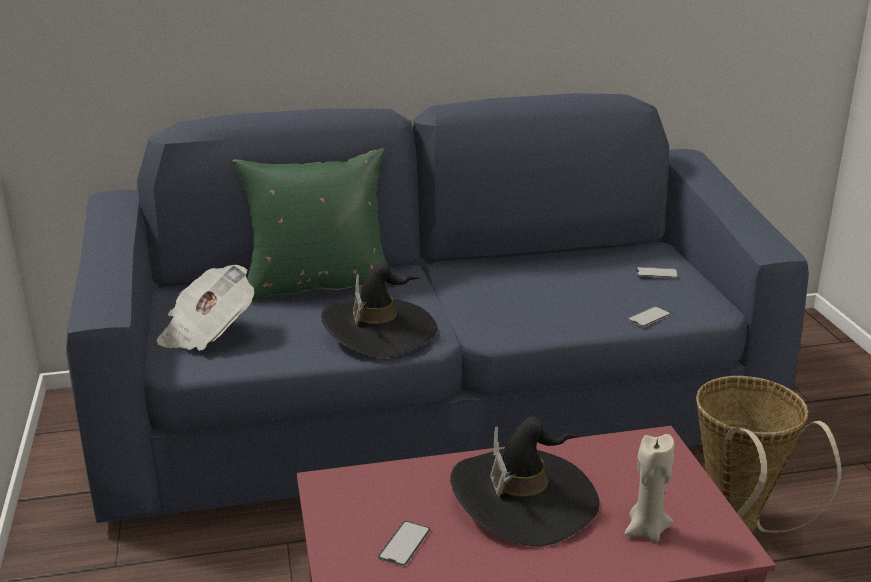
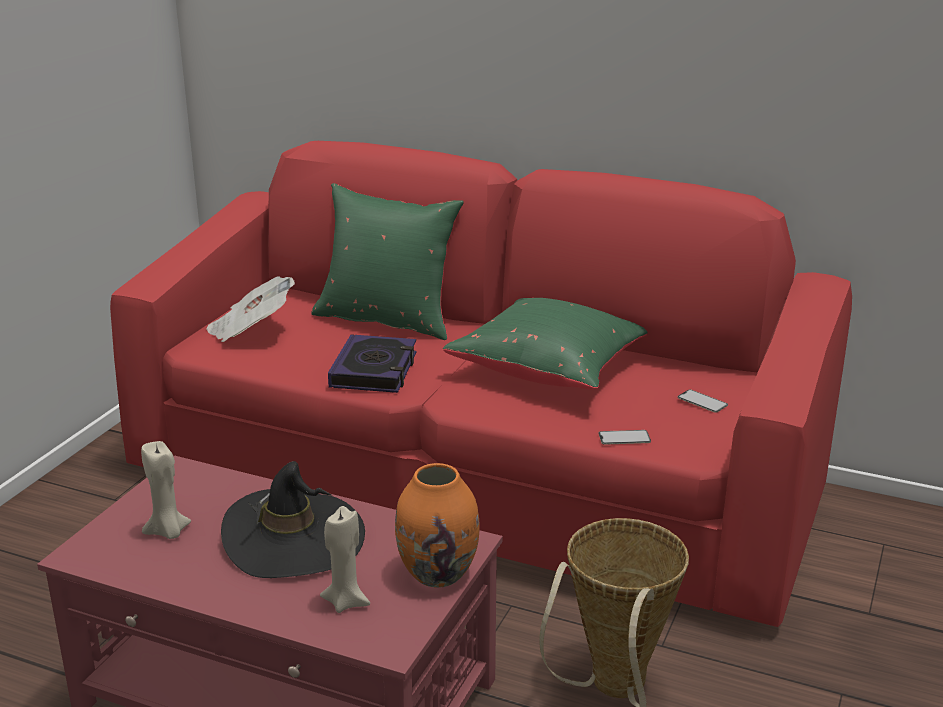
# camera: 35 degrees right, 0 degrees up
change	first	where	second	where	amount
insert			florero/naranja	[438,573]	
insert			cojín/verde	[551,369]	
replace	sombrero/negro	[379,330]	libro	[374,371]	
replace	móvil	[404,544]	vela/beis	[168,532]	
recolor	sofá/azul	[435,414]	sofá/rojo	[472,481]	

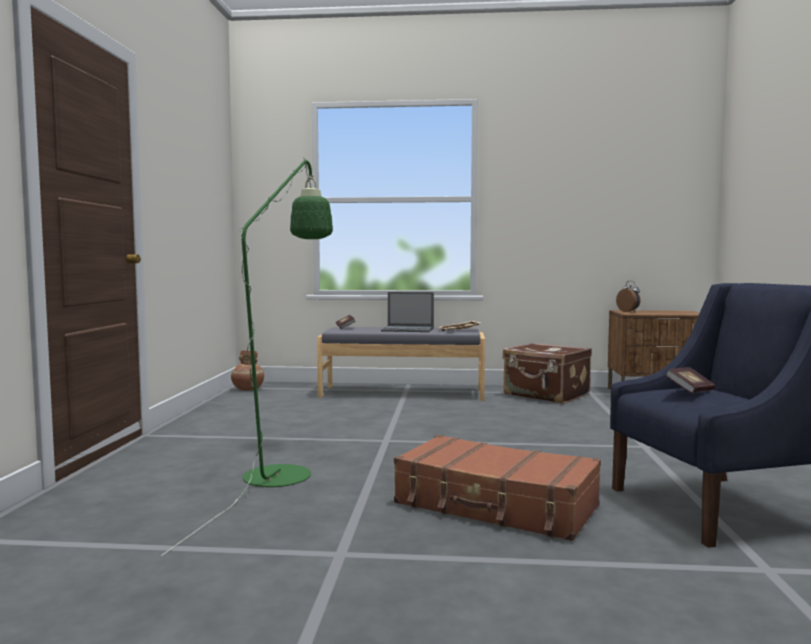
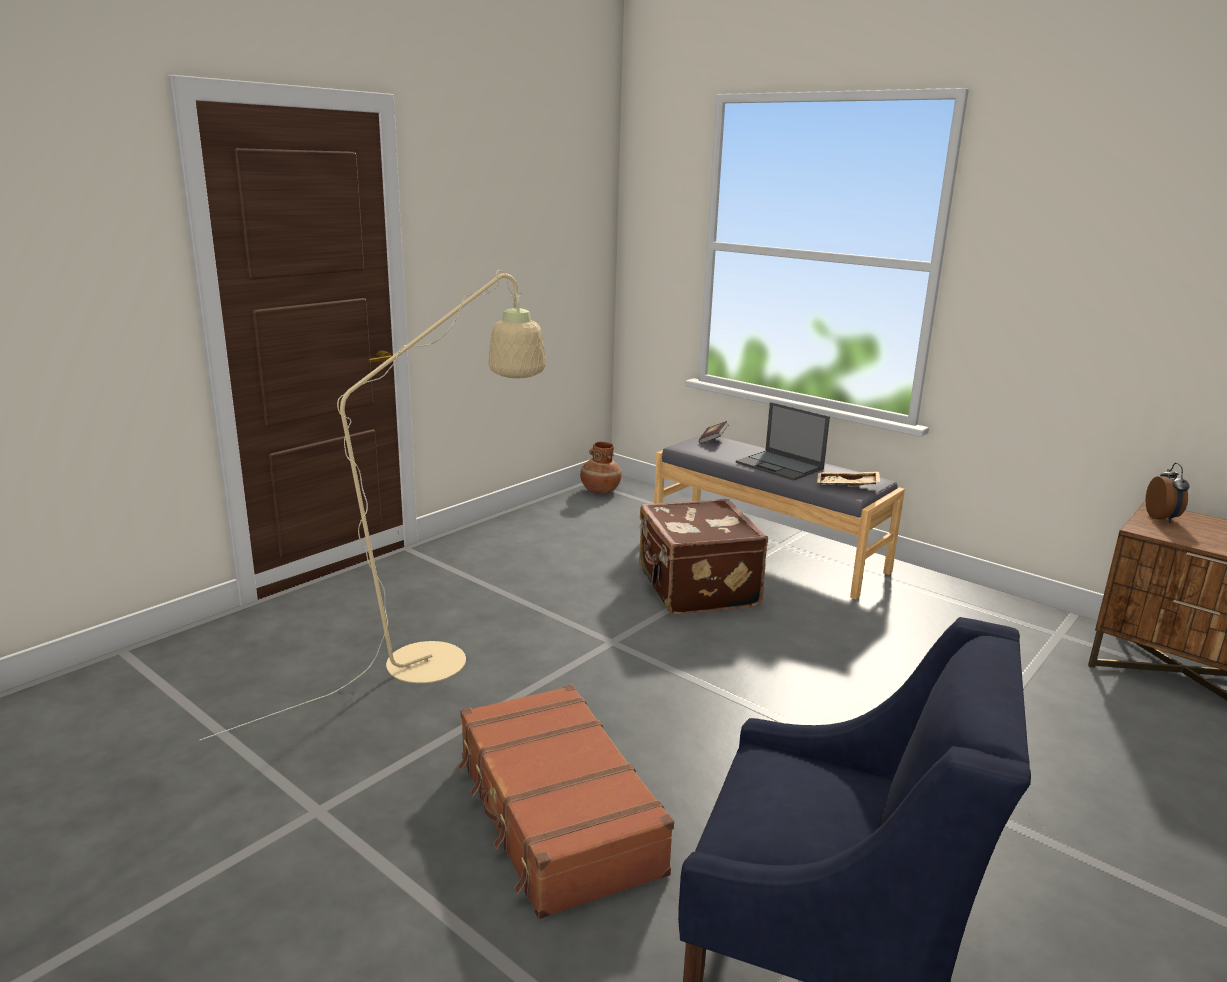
# camera: 35 degrees right, 15 degrees up
change	first	where	second	where	amount
delete	libro	[690,391]			
move	maleta/marrón	[546,395]		[695,589]	
recolor	lámpara de pie/verde	[284,469]	lámpara de pie/beis	[445,655]	

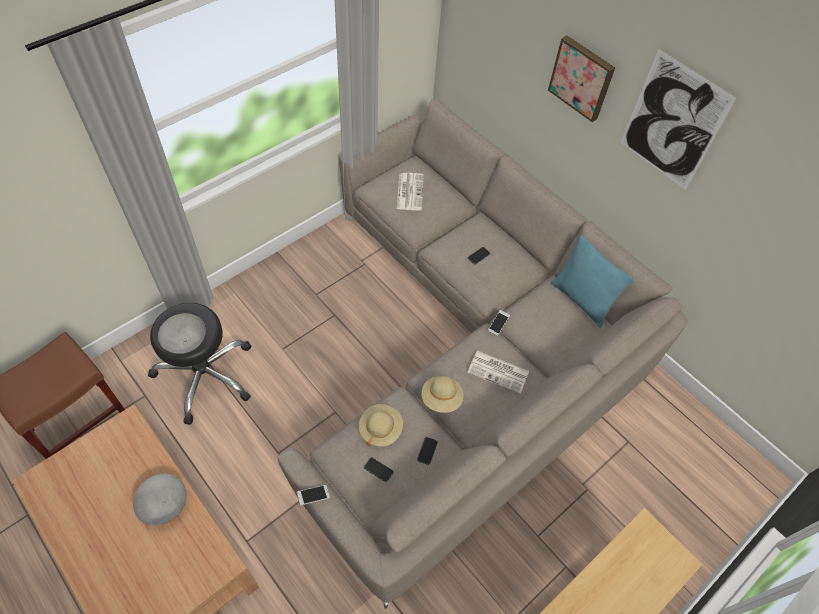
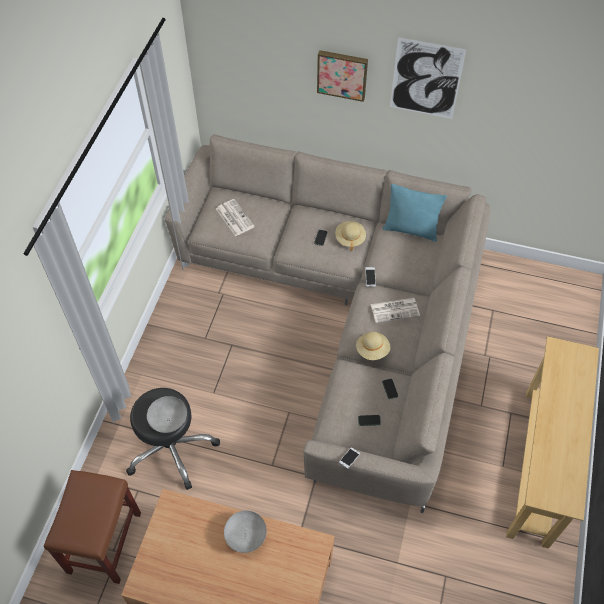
# camera: 30 degrees left, 0 degrees up
change	first	where	second	where	amount
move	sombrero/beis	[380,429]		[350,238]	

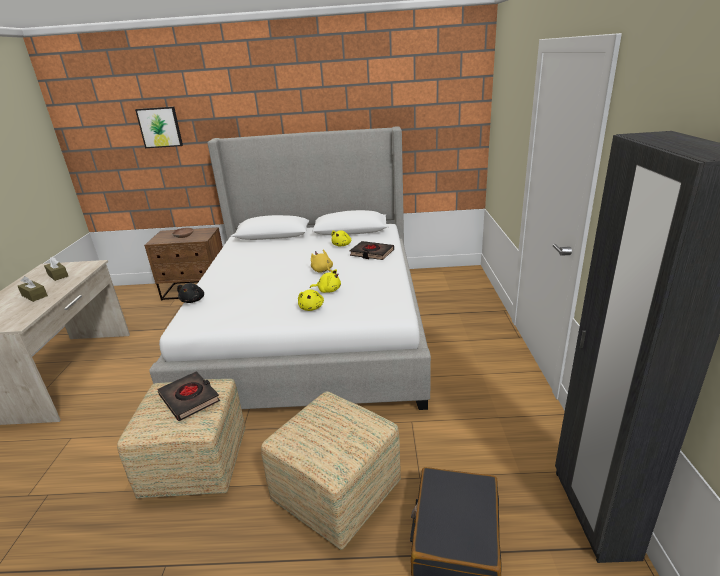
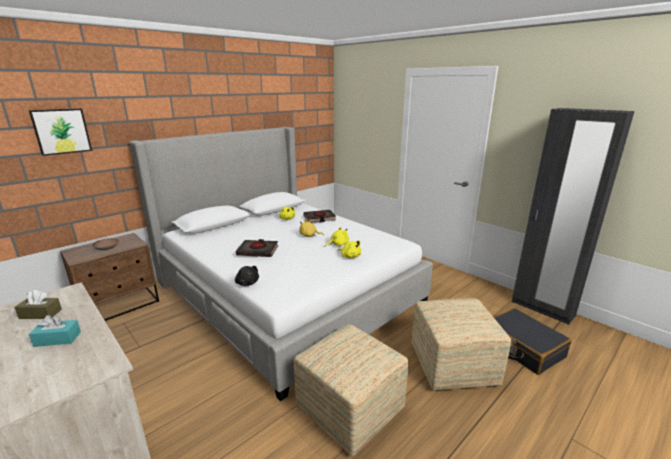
# camera: 45 degrees left, 5 degrees down
change	first	where	second	where	amount
move	libro/negro	[190,398]		[258,251]	
recolor	caja de pañuelos/marrón	[34,296]	caja de pañuelos/turquesa	[57,339]	

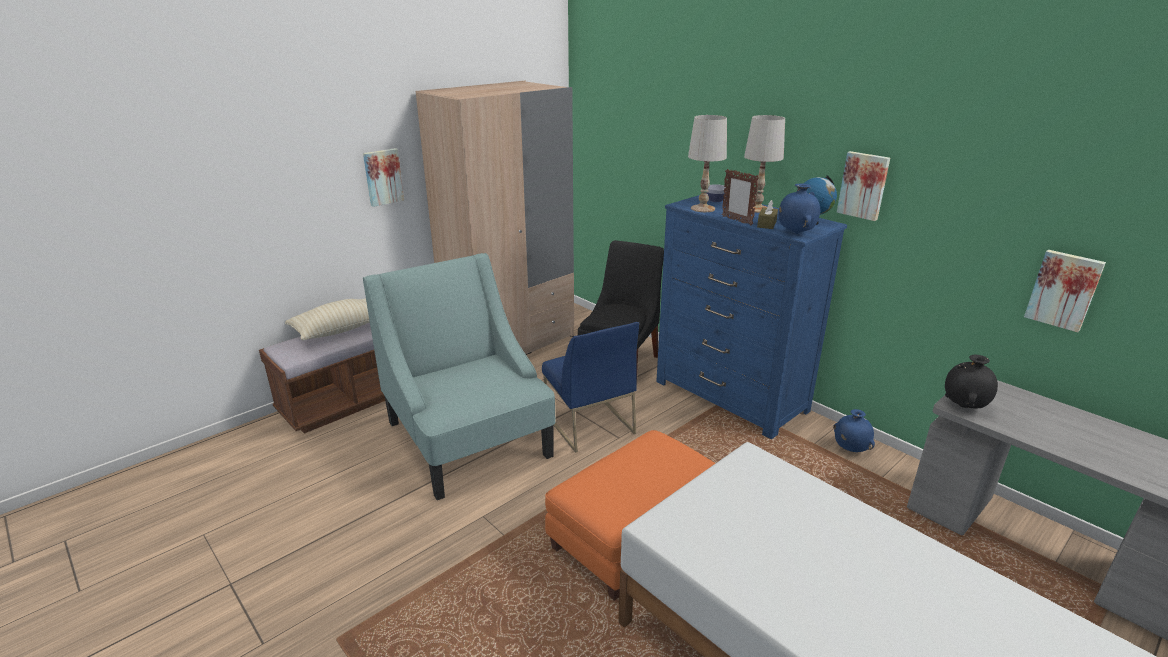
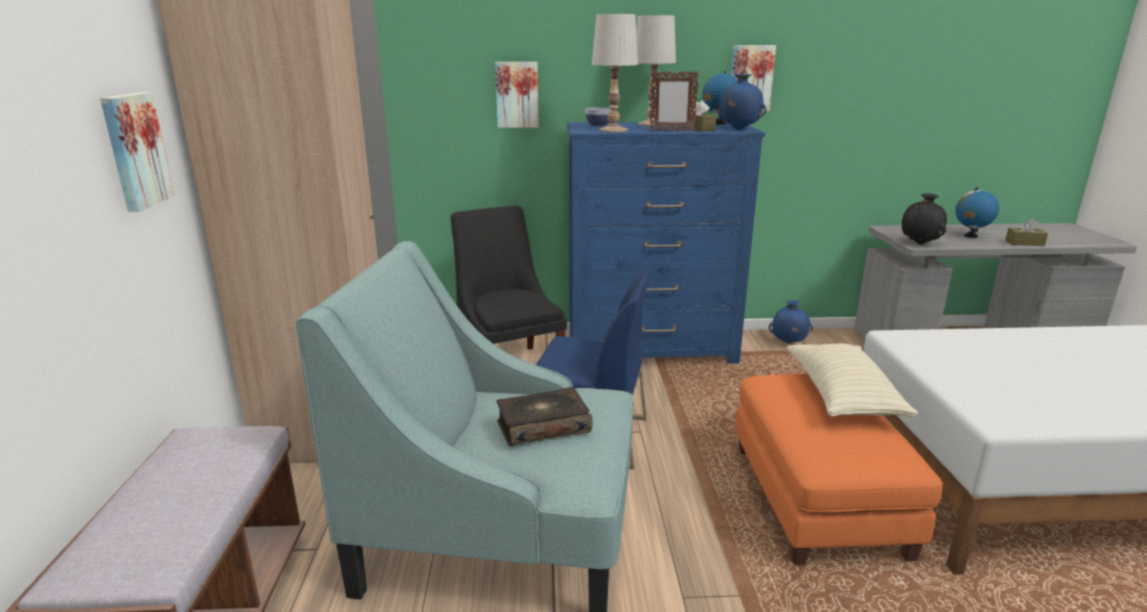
# camera: 50 degrees left, 5 degrees down
change	first	where	second	where	amount
insert			libro	[543,427]	
insert			globo terráqueo	[970,236]	
insert			caja de pañuelos/marrón	[1024,243]	
move	cojín/beis	[340,330]		[842,396]	
move	cuadro	[1064,289]		[517,94]	

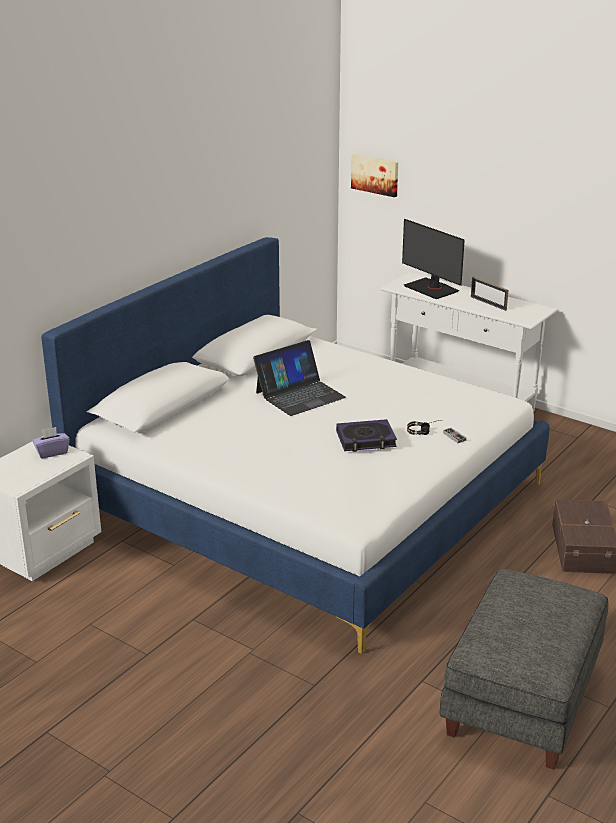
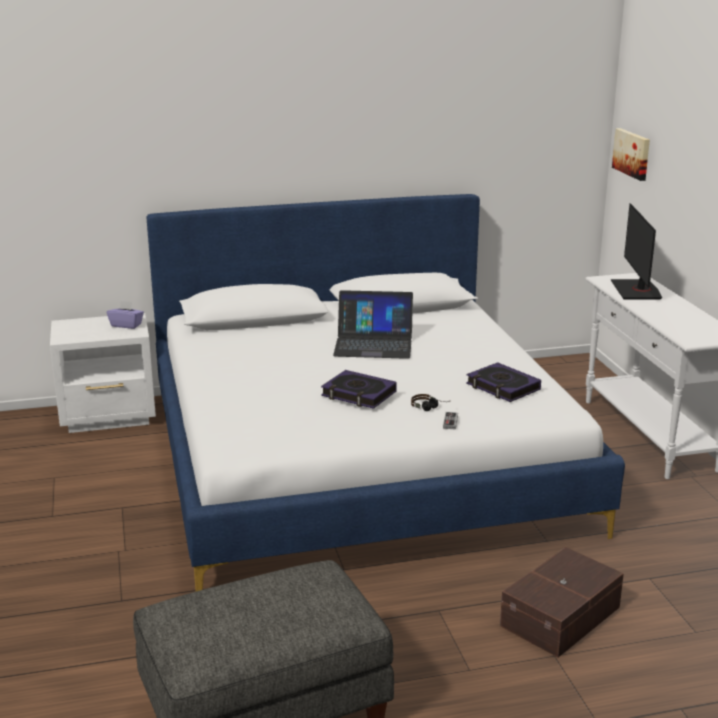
# camera: 40 degrees right, 5 degrees down
change	first	where	second	where	amount
delete	portarretratos	[488,303]			
insert			libro	[502,387]	

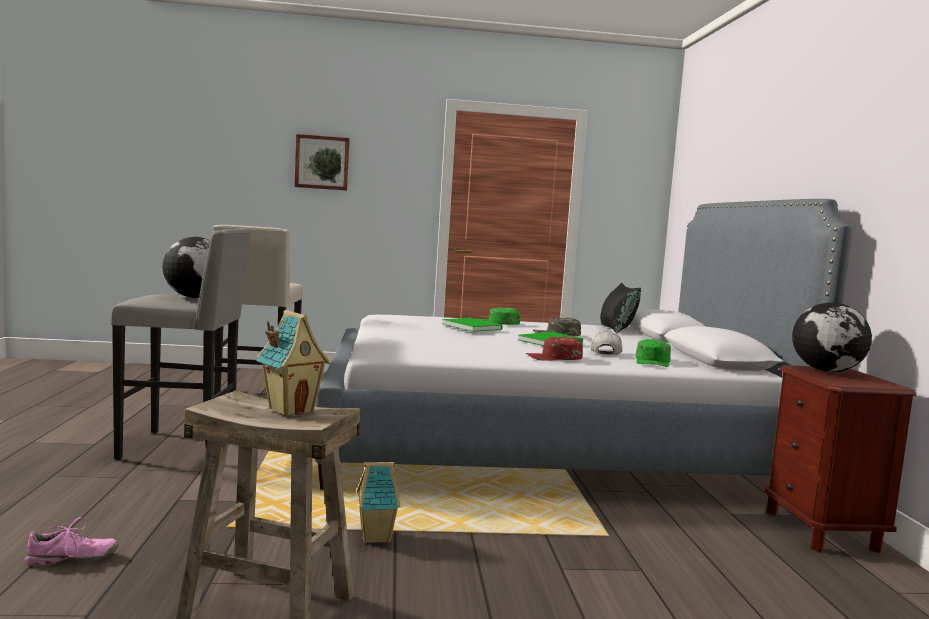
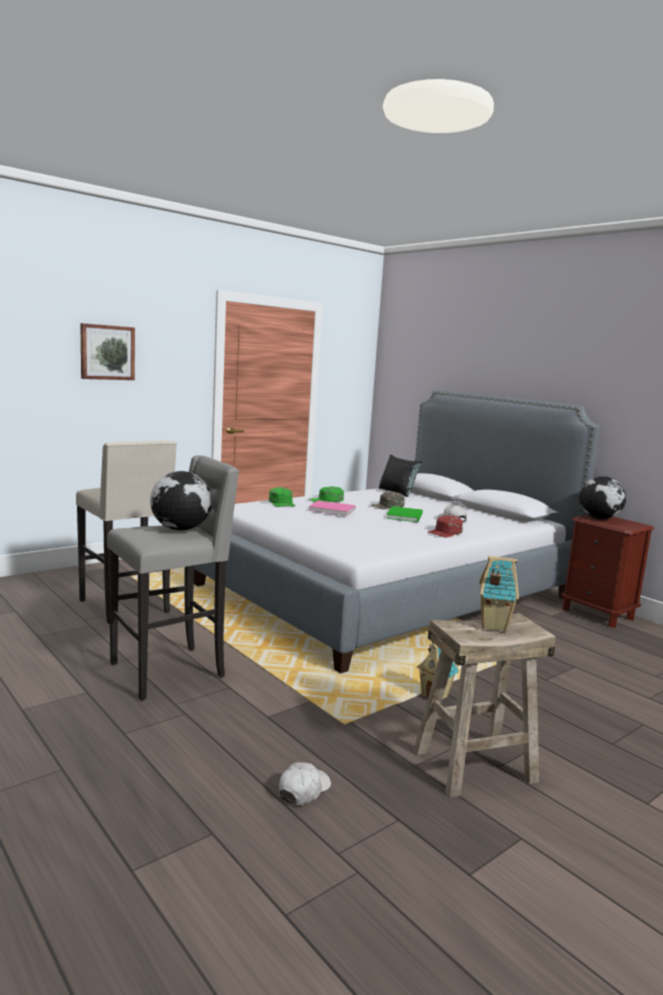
# camera: 35 degrees left, 5 degrees up
change	first	where	second	where	amount
move	gorra/verde	[653,361]		[282,503]	
replace	zapato/rosa	[72,559]	gorra/blanco	[303,790]	
recolor	libro/verde	[471,326]	libro/rosa	[331,509]	

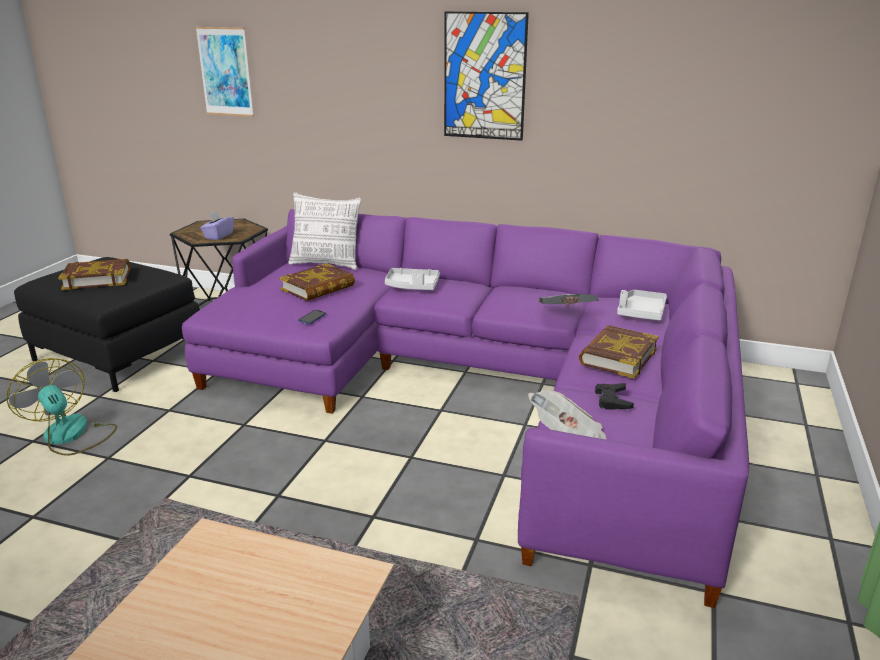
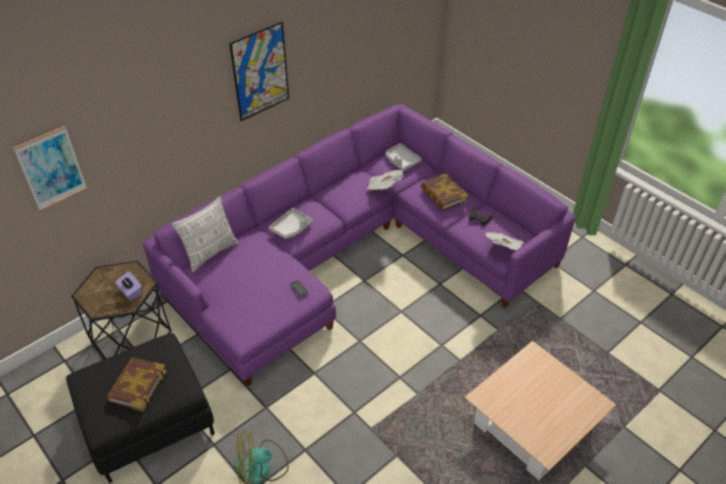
# camera: 60 degrees left, 20 degrees up
change	first	where	second	where	amount
delete	libro	[318,288]			

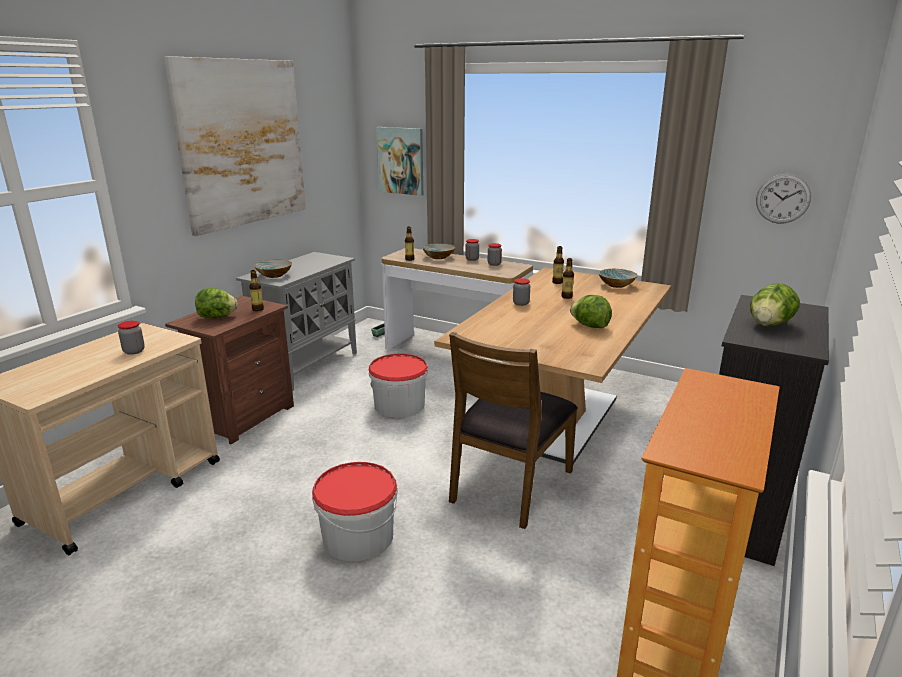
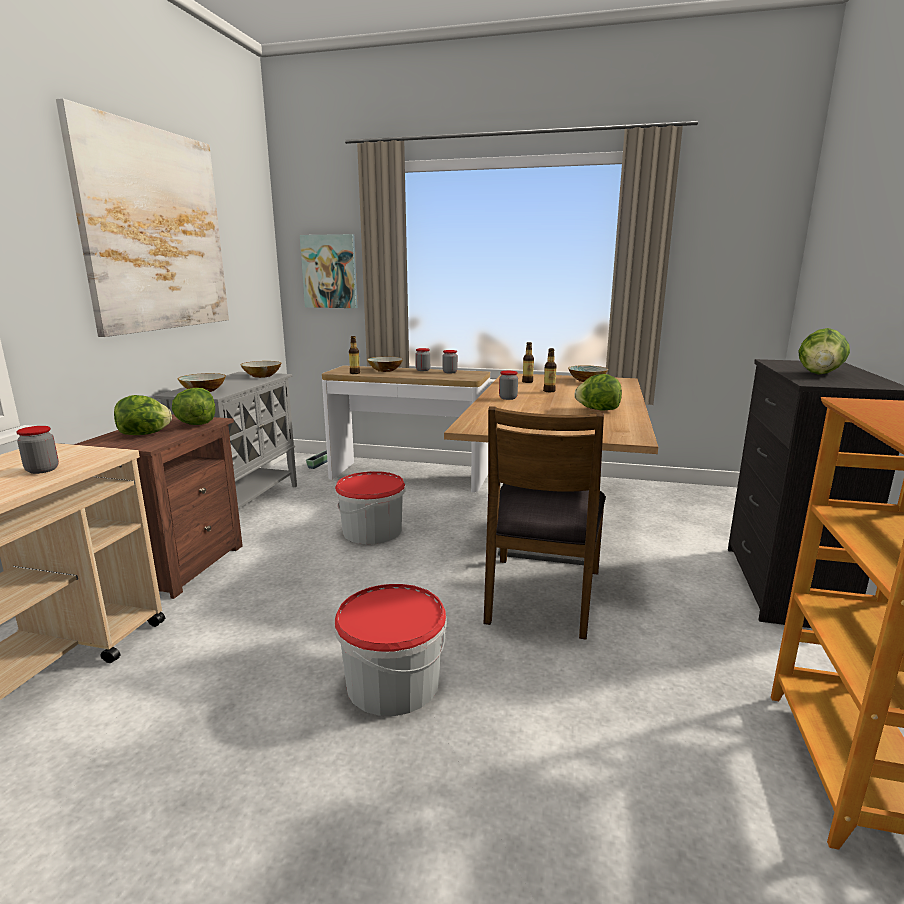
# camera: 15 degrees left, 5 degrees down
change	first	where	second	where	amount
delete	reloj de pared	[783,198]			
insert			cuenco	[261,376]	
replace	botella	[258,309]	lechuga	[196,424]	

